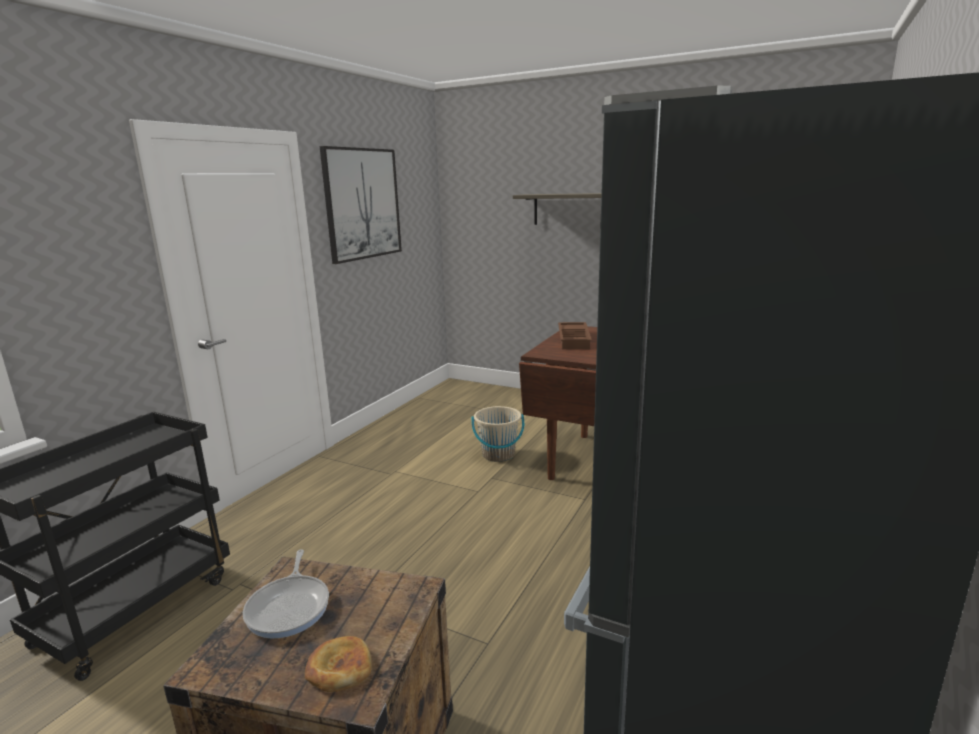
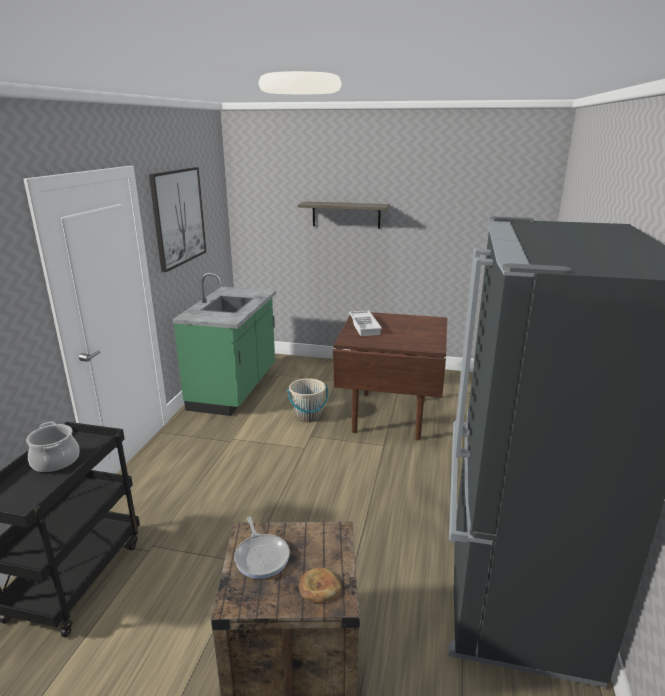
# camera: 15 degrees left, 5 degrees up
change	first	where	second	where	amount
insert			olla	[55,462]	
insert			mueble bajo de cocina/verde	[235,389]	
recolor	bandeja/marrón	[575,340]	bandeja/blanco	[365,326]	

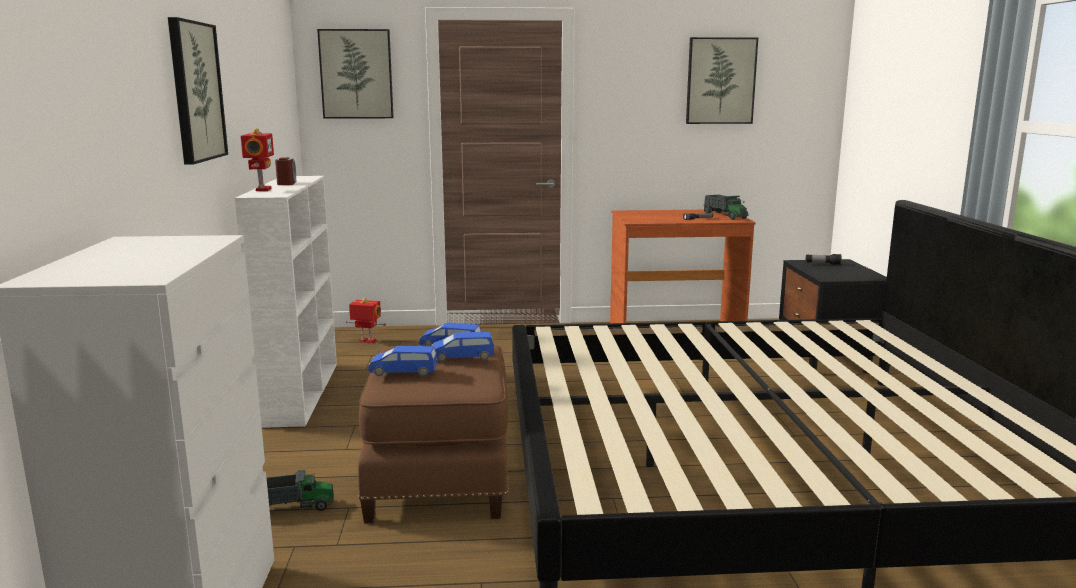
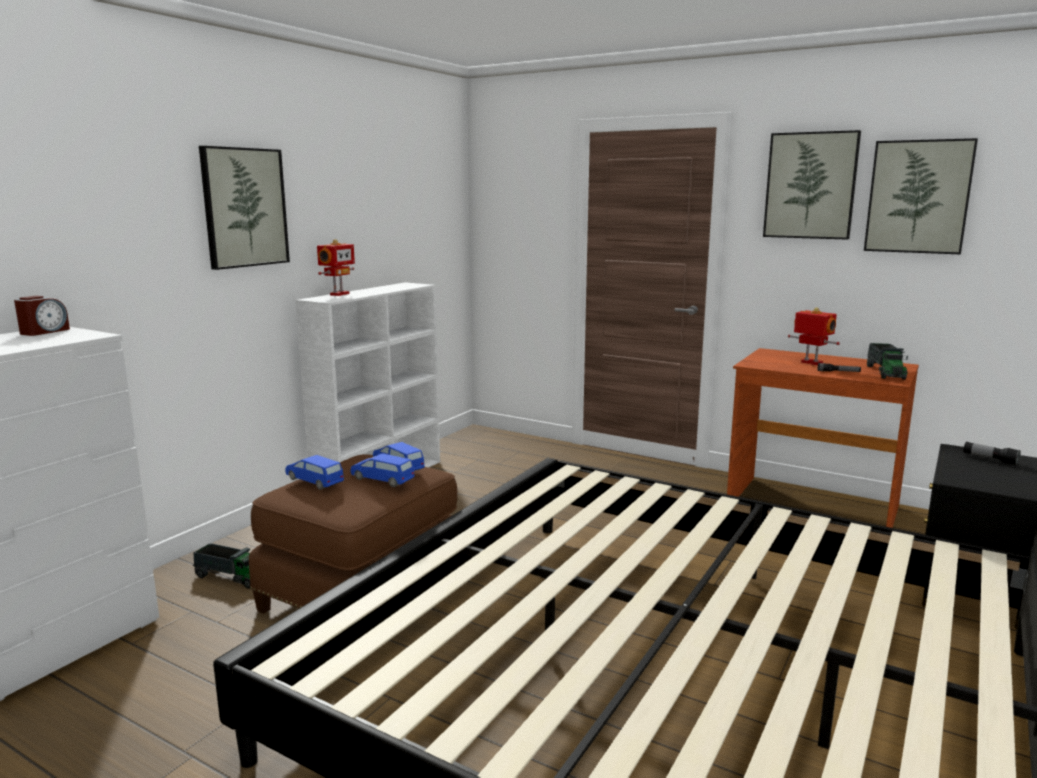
# camera: 35 degrees right, 0 degrees up
change	first	where	second	where	amount
move	despertador	[287,183]		[44,332]	
move	cuadro	[356,74]		[810,185]	
move	robot de juguete	[367,341]		[811,363]	

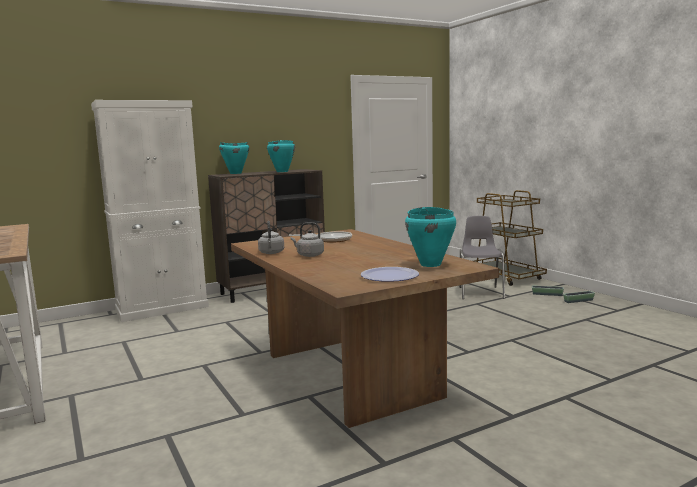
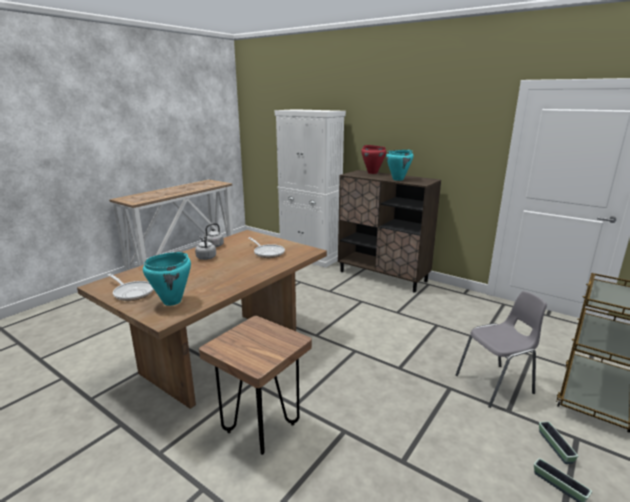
# camera: 65 degrees right, 10 degrees up
change	first	where	second	where	amount
insert			taburete/marrón	[261,428]	
replace	plato	[389,276]	sartén	[132,293]	
recolor	olla/turquesa	[235,173]	olla/rojo	[372,173]	

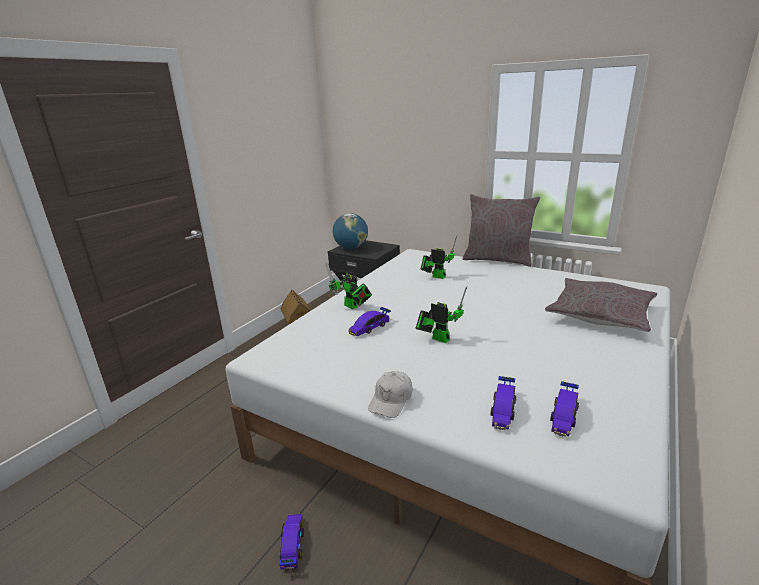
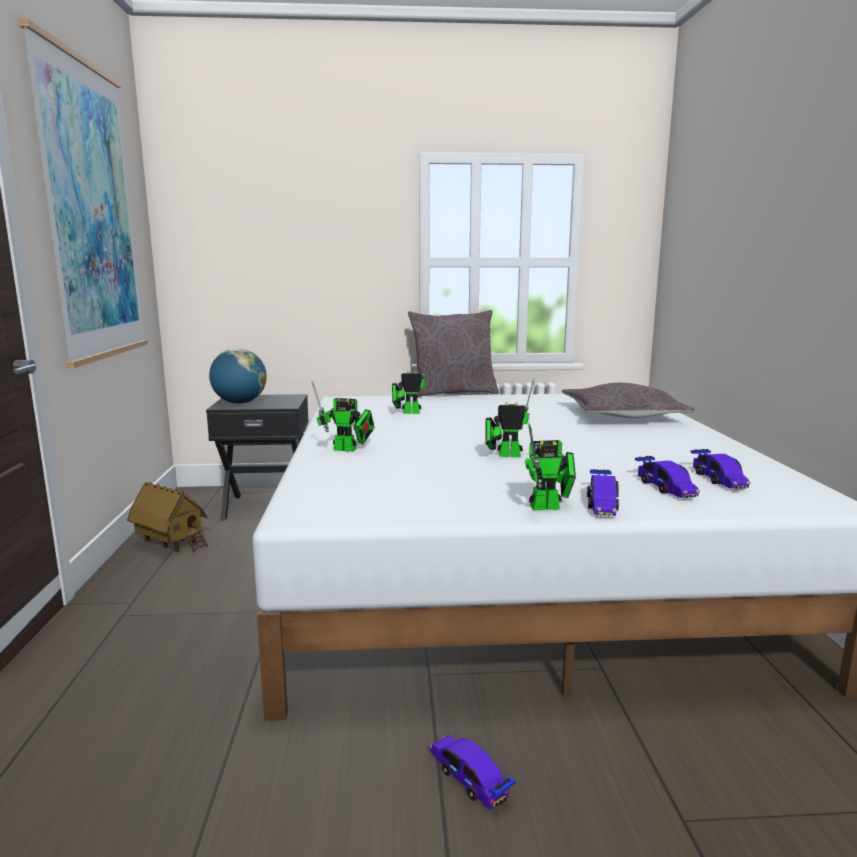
# camera: 35 degrees left, 10 degrees down
change	first	where	second	where	amount
insert			cuadro	[91,212]	
move	coche de juguete	[370,327]		[602,504]	
replace	gorra/blanco	[391,400]	robot de juguete	[549,507]	

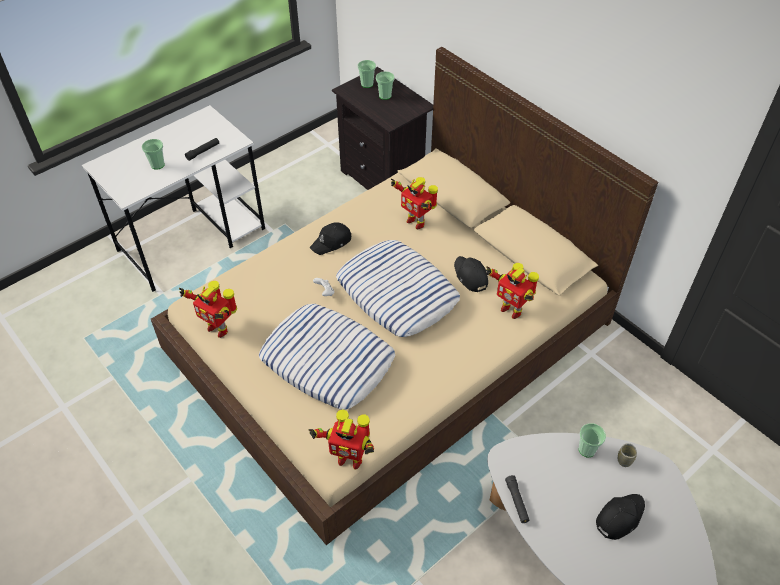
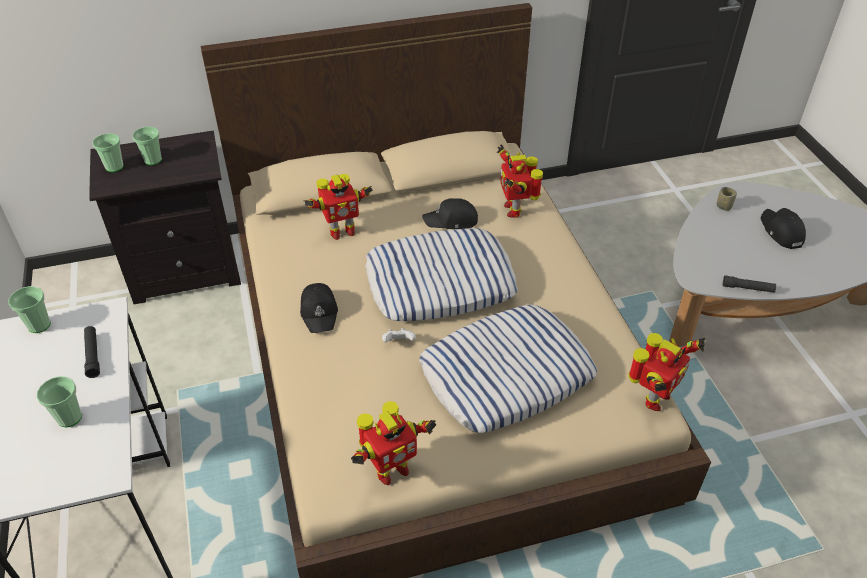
# camera: 65 degrees left, 5 degrees down
change	first	where	second	where	amount
move	taza	[587,450]		[39,325]	
rotate	robot de juguete	[511,309]		[514,209]	105 degrees clockwise

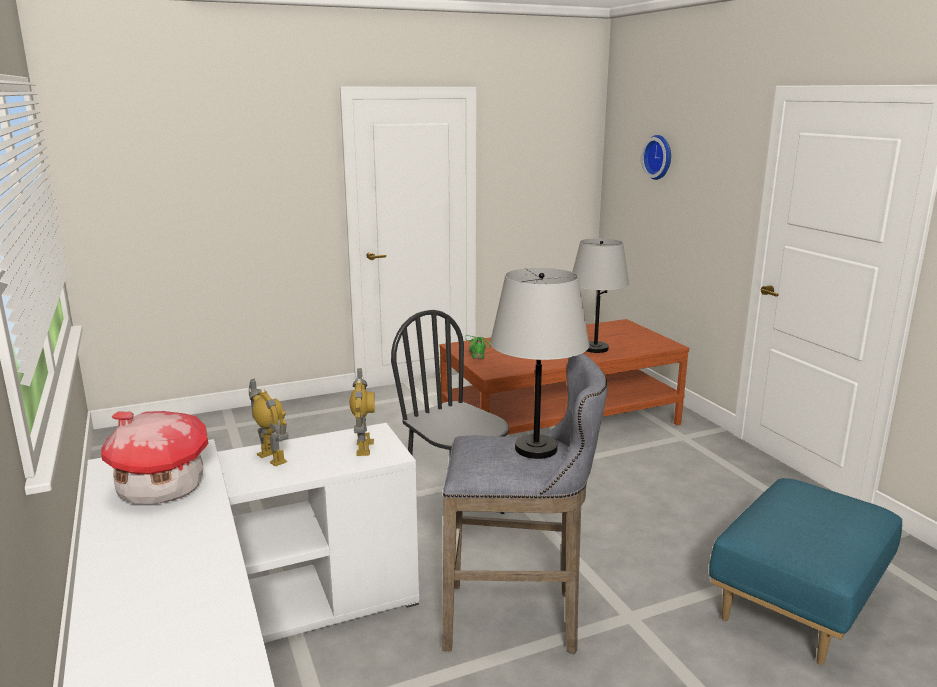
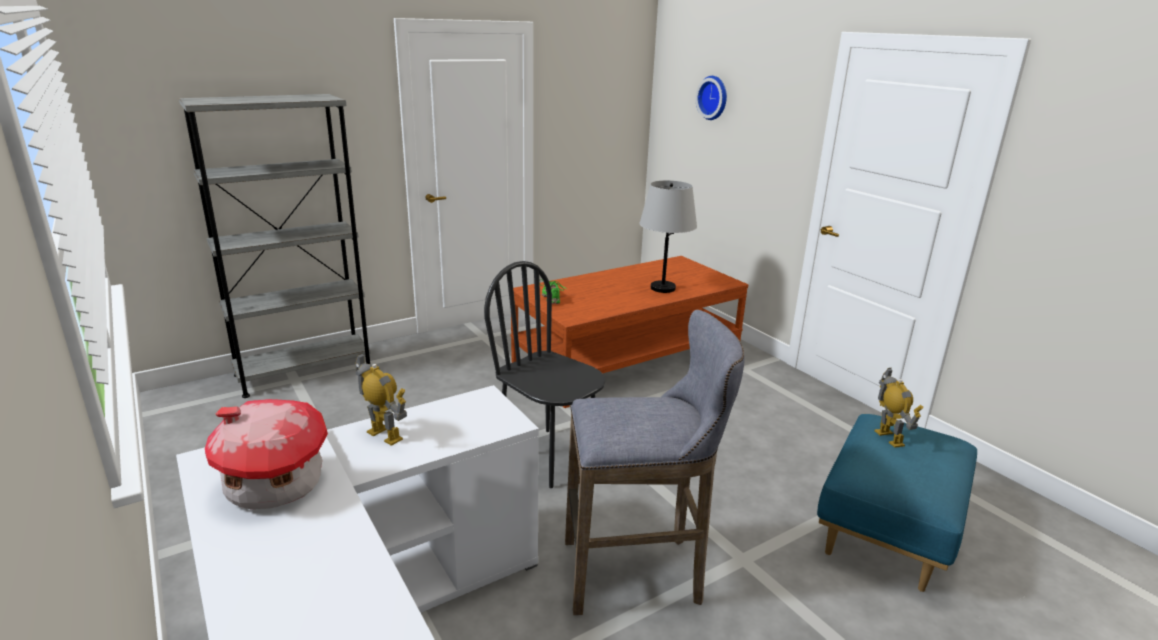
# camera: 10 degrees left, 5 degrees up
change	first	where	second	where	amount
delete	lámpara de mesa/gris	[536,449]			
insert			estantería/gris	[304,371]	
move	robot de juguete	[364,447]		[889,438]	

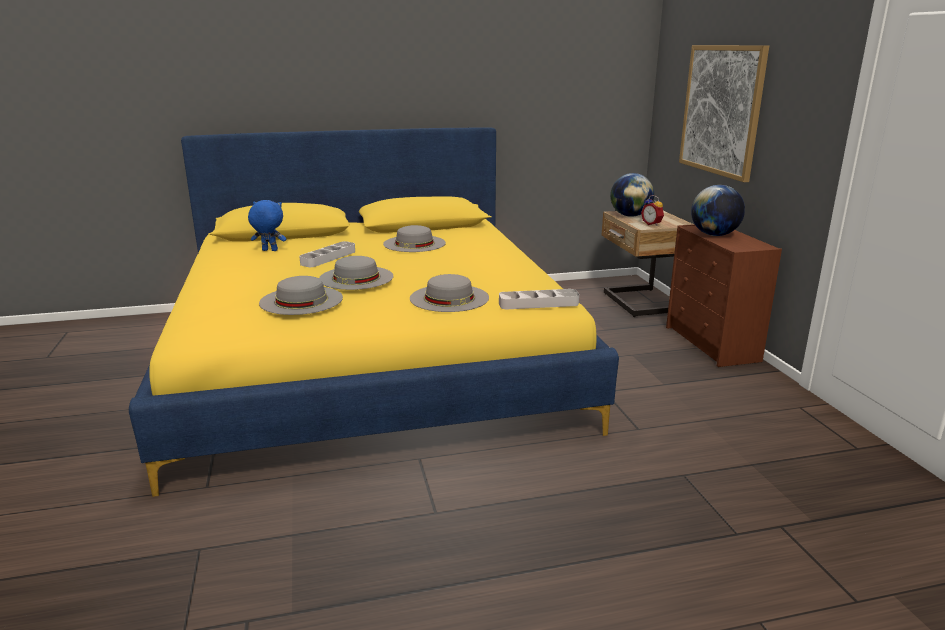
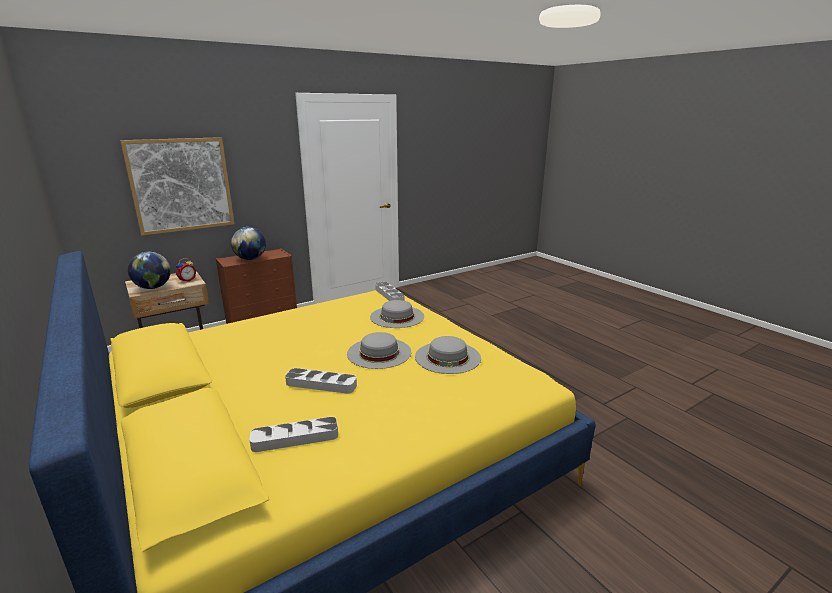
# camera: 110 degrees left, 0 degrees up
change	first	where	second	where	amount
delete	sombrero/gris	[414,243]			
replace	peluche/azul	[269,250]	bandeja/gris	[295,438]	

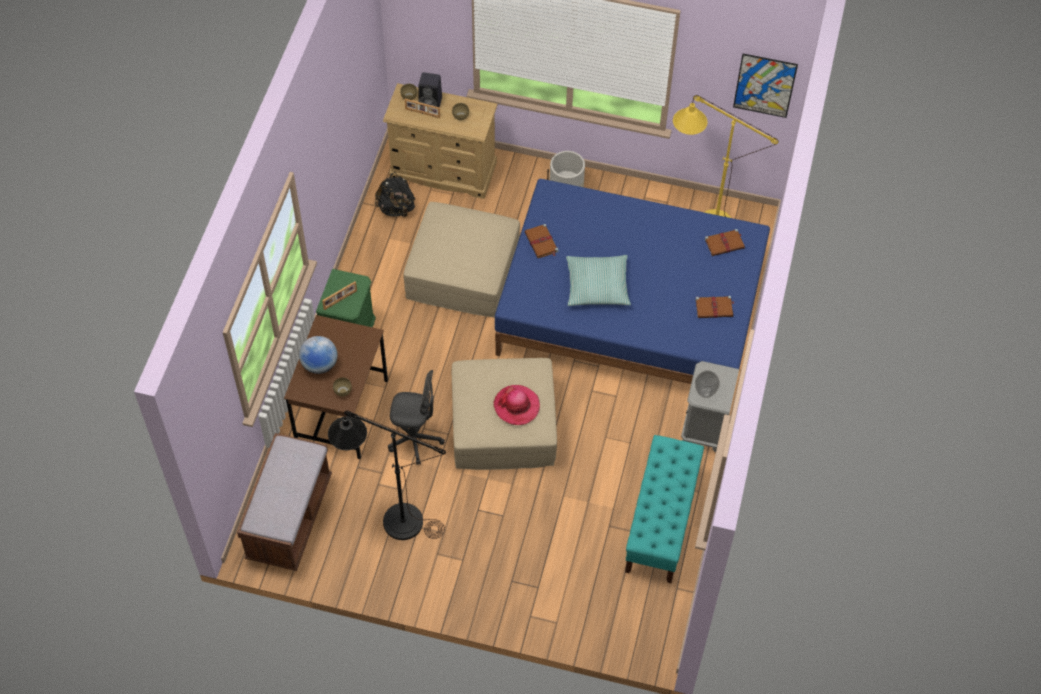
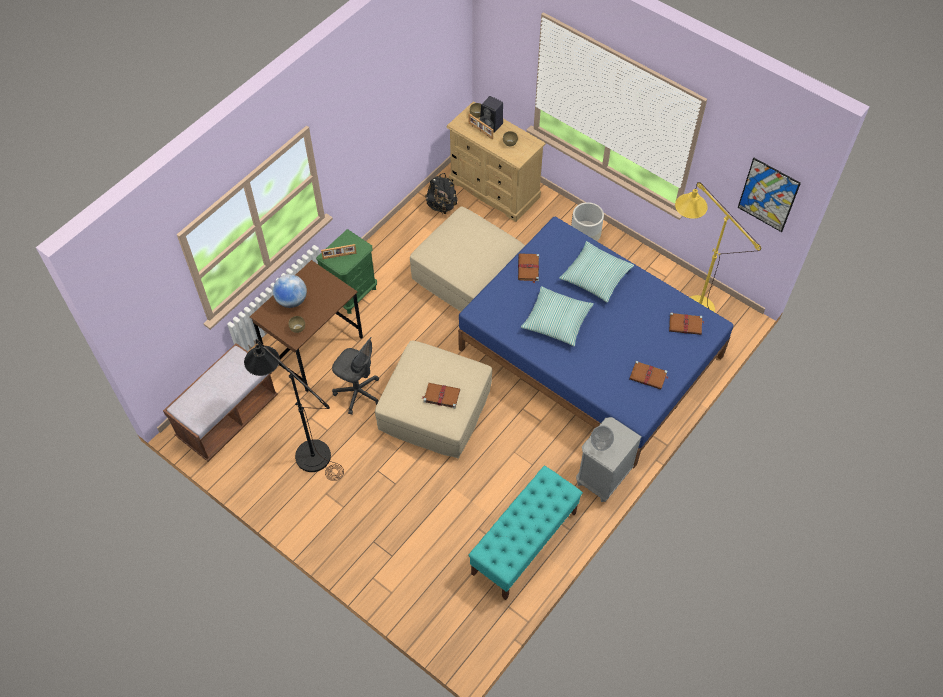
# camera: 25 degrees right, 0 degrees up
change	first	where	second	where	amount
insert			cojín	[595,276]	
replace	sombrero	[516,406]	libro/marrón	[441,396]	

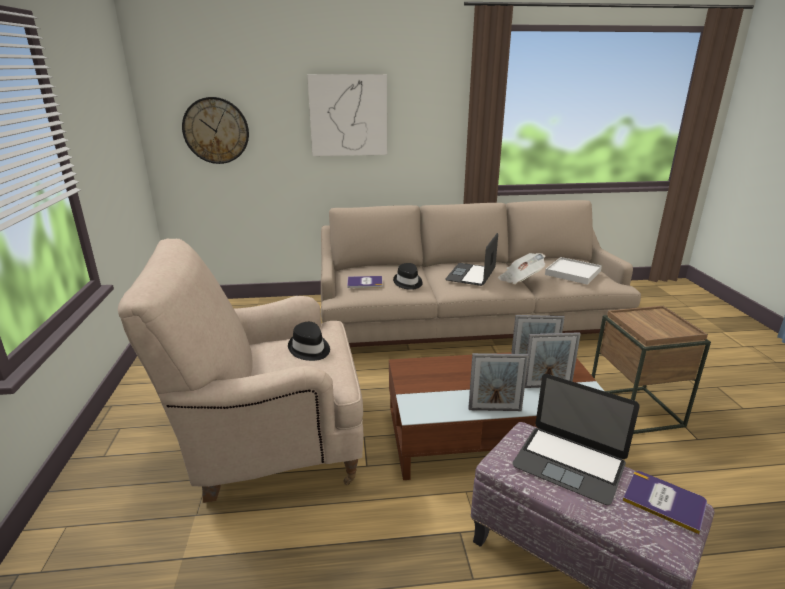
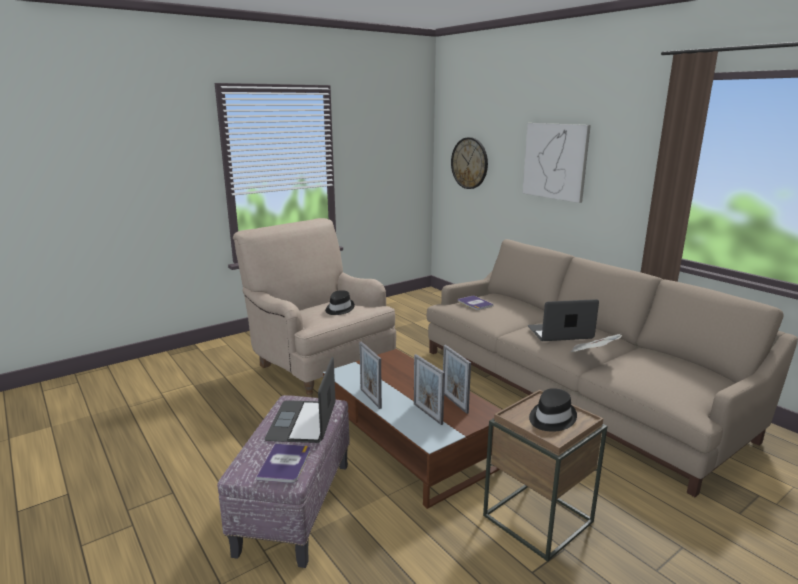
# camera: 60 degrees right, 5 degrees down
change	first	where	second	where	amount
delete	bandeja/blanco	[572,273]			
move	sombrero/negro	[408,282]		[551,418]	

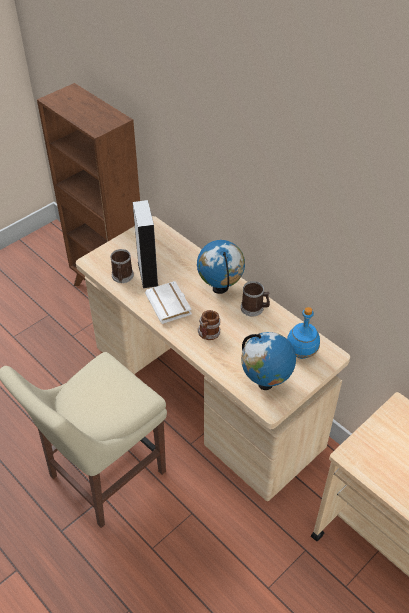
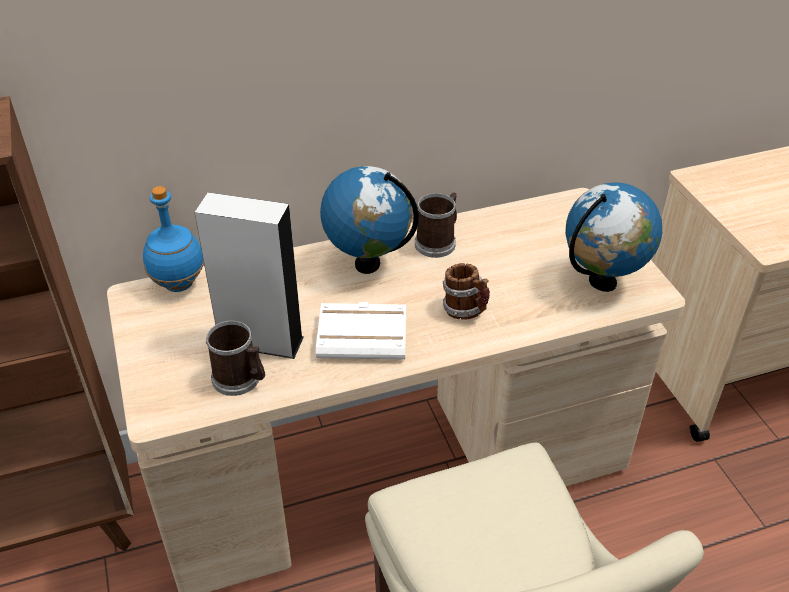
# camera: 65 degrees left, 5 degrees down
change	first	where	second	where	amount
move	botella/azul	[301,353]		[179,284]	

